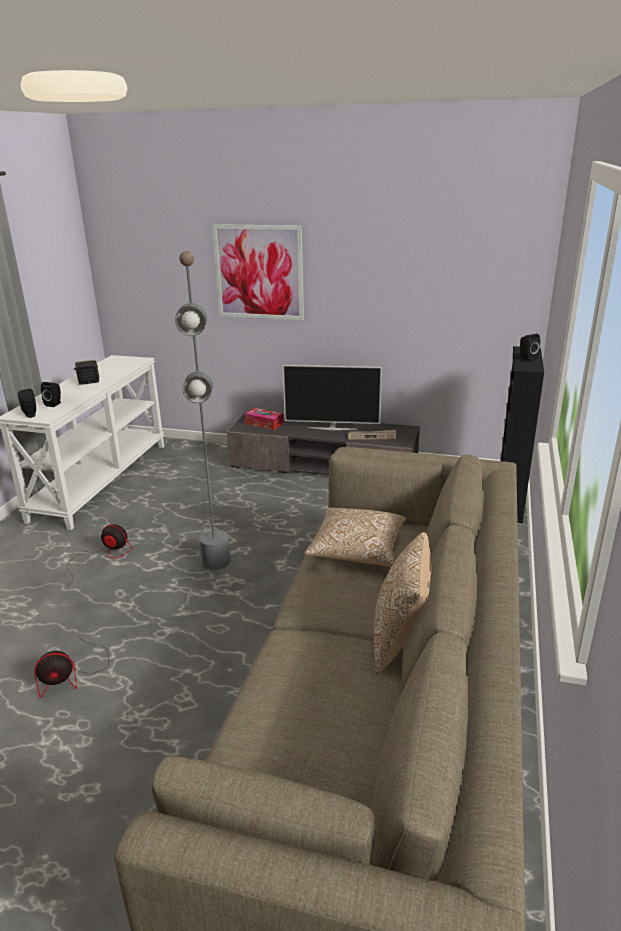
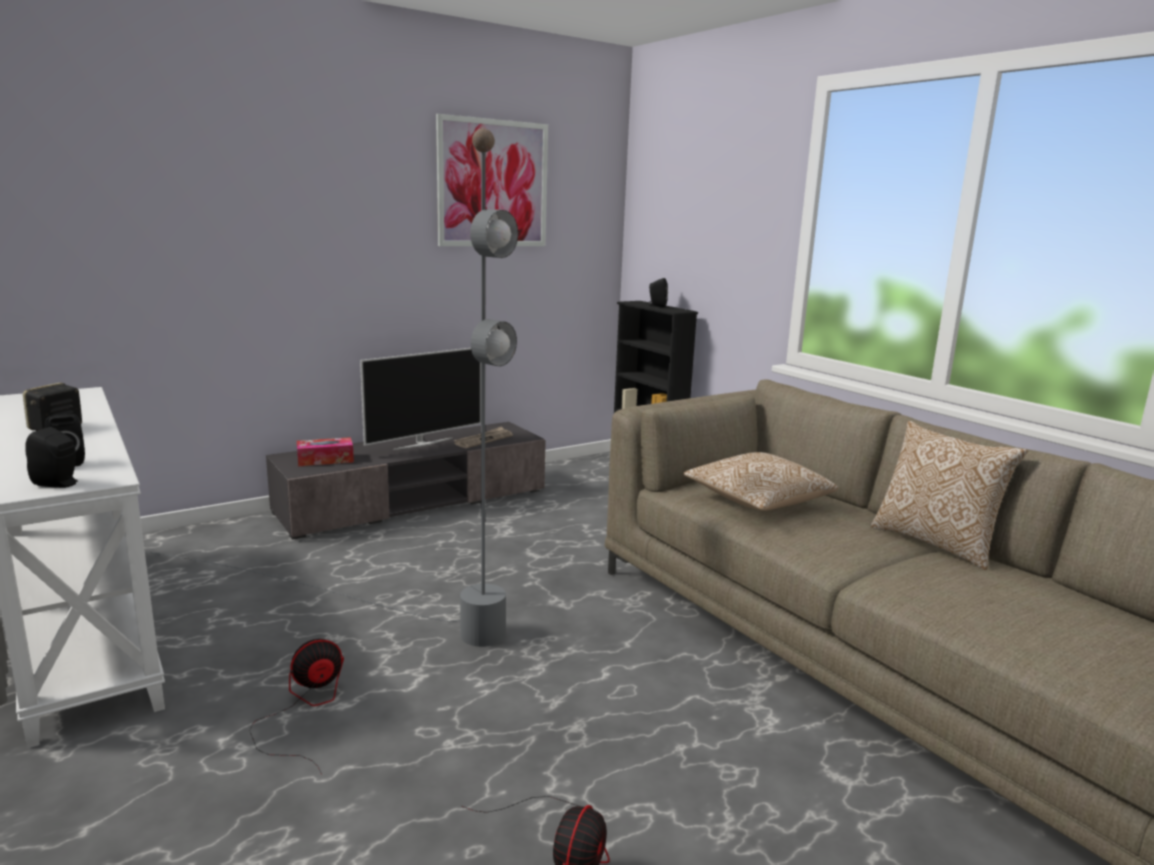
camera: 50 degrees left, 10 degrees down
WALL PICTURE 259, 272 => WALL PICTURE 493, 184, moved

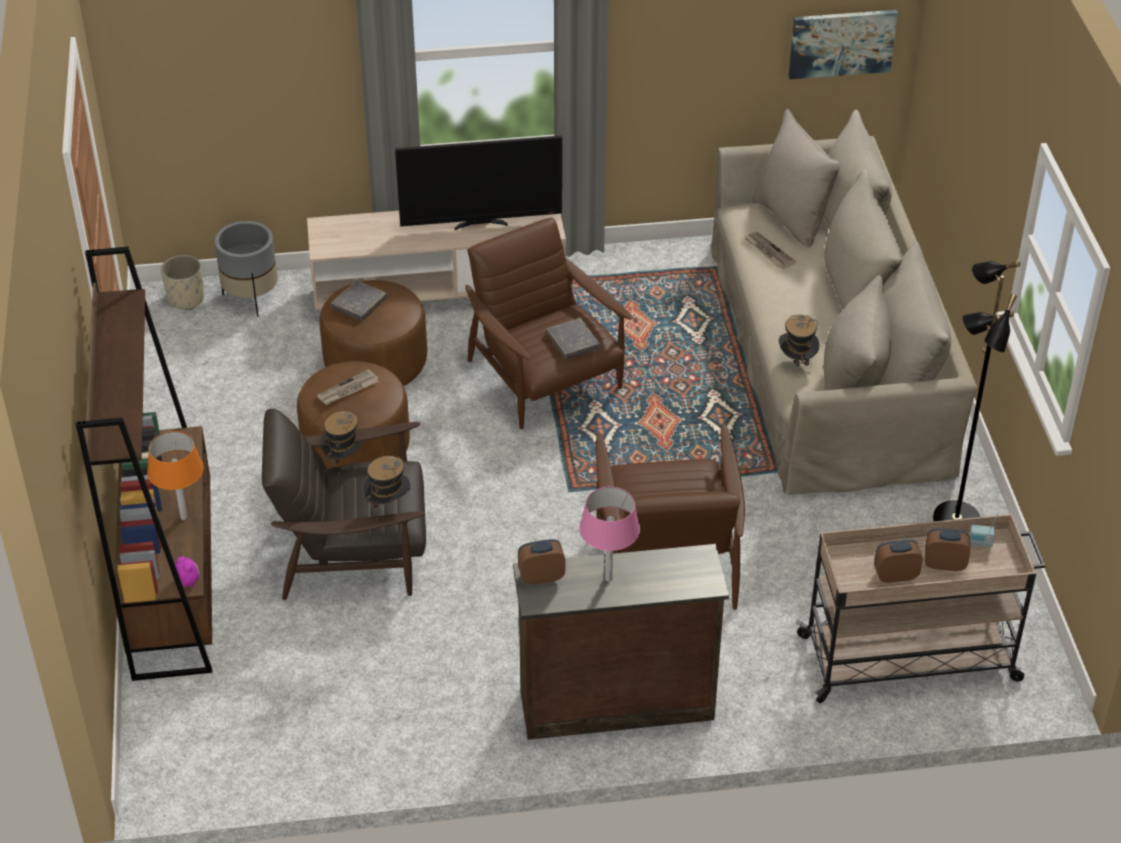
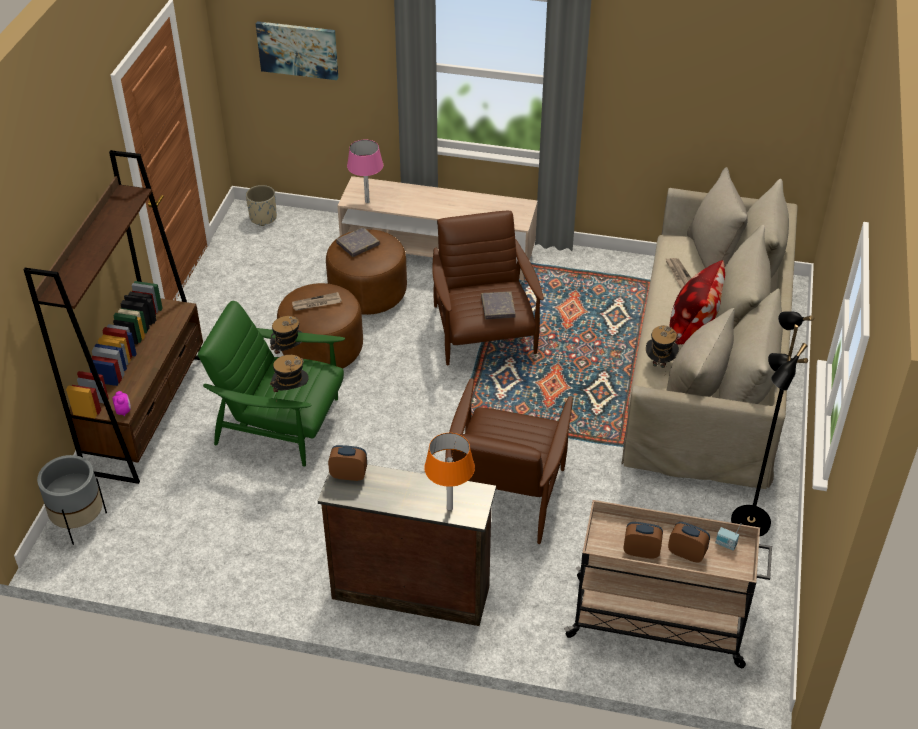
camera: 20 degrees right, 0 degrees up
ORANGE-COLOURED TABLETOP LAMP 183, 518 => ORANGE-COLOURED TABLETOP LAMP 449, 508, moved
GREY PLANTER 251, 298 => GREY PLANTER 79, 522, moved
BROWN-COLOURED ARMCHAIR 353, 551 => GREEN-COLOURED ARMCHAIR 281, 423
TV SET 481, 224 => nothing
PINK TABLETOP LAMP 608, 578 => PINK TABLETOP LAMP 367, 201, moved
WALL PICTURE 841, 43 => WALL PICTURE 298, 49, moved
nothing => PILLOW 694, 326

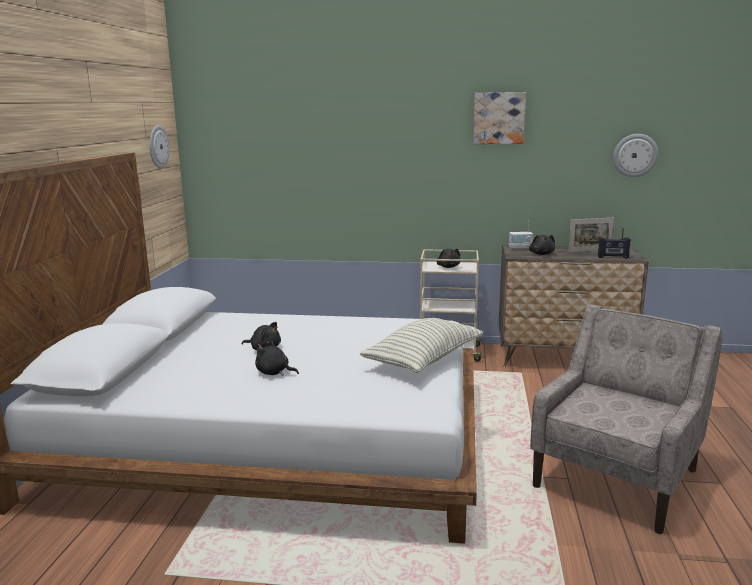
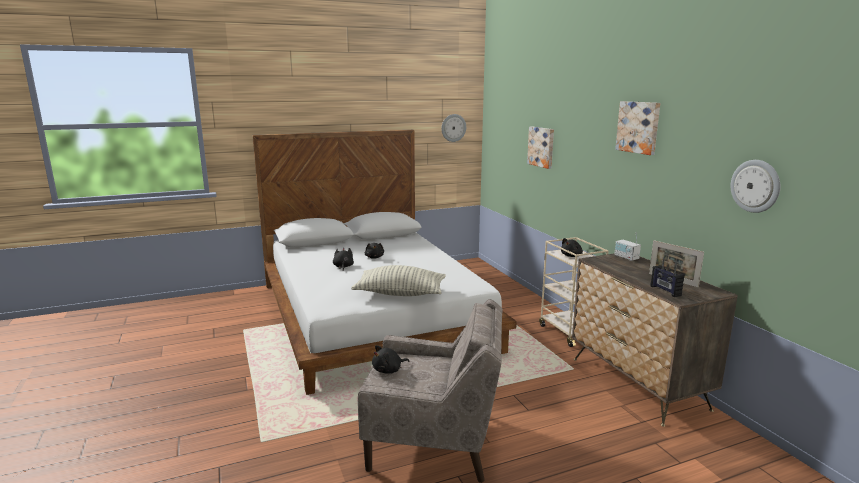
camera: 60 degrees right, 0 degrees up
BLACKISH SOFT TOY 541, 254 => BLACKISH SOFT TOY 389, 370, moved
nothing => WALL PICTURE 542, 147

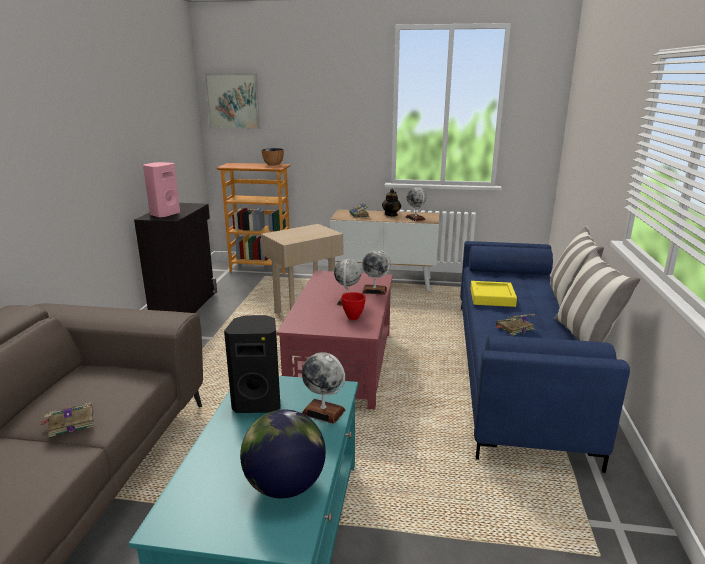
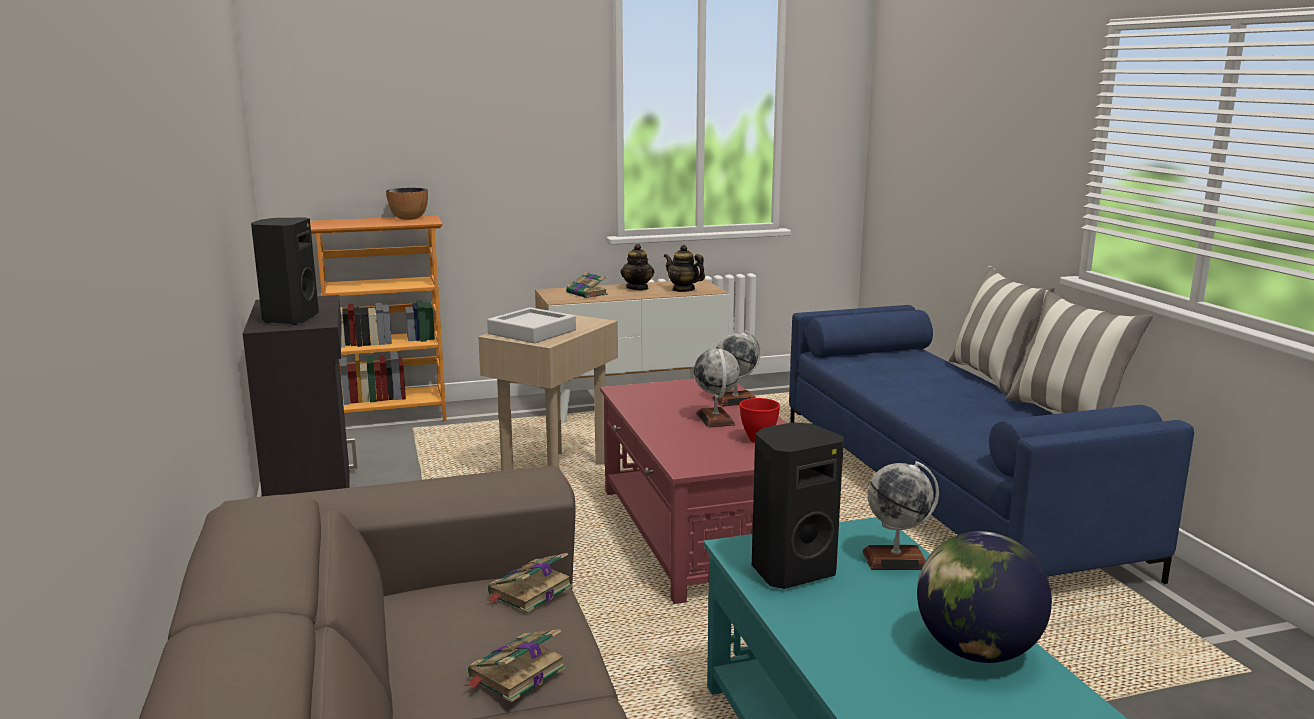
camera: 25 degrees left, 5 degrees down
PINK AUDIO SPEAKER 164, 214 => BLACKISH AUDIO SPEAKER 289, 319
WALL PICTURE 233, 101 => nothing
WORLD GLOBE 415, 218 => POT FOR TEA 683, 289
YELLOW SERVING TRAY 492, 298 => nothing
BOOK 514, 328 => BOOK 529, 592, moved
nothing => GREY SERVING TRAY 532, 332

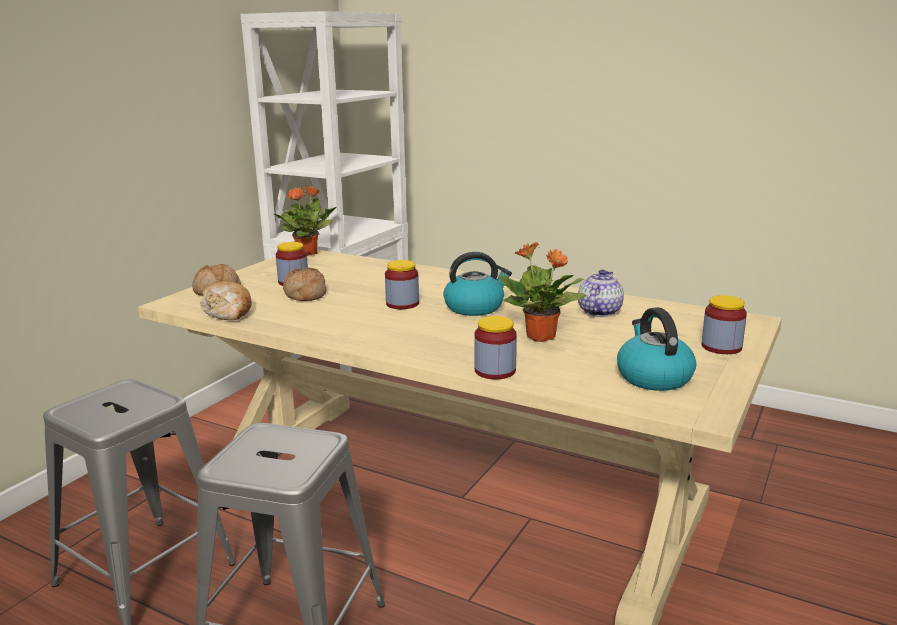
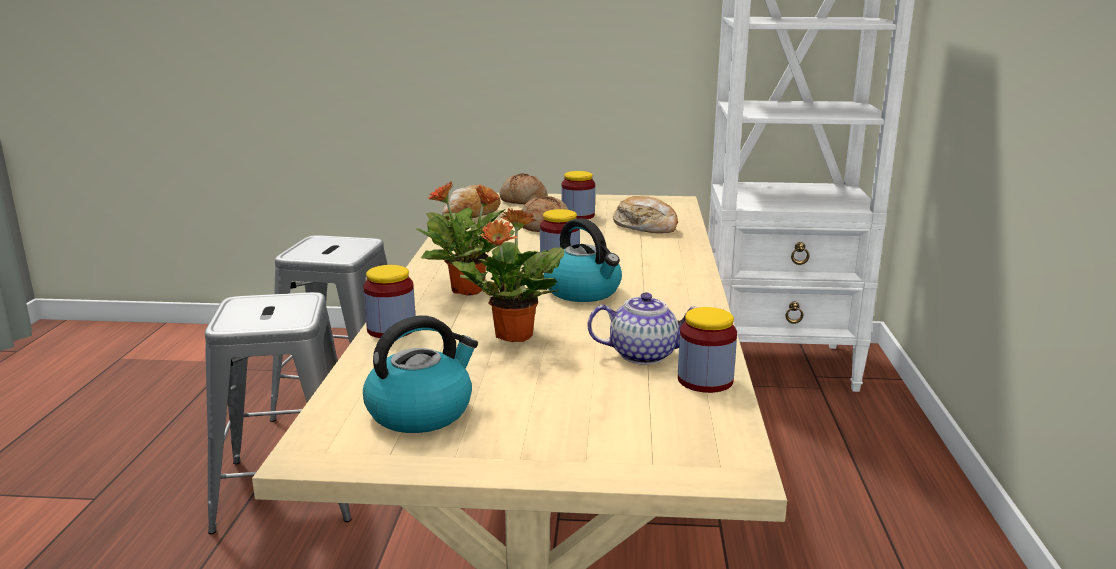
camera: 65 degrees right, 0 degrees up
HOUSEPLANT 308, 253 => HOUSEPLANT 469, 290, moved
STORAGE JAR 721, 347 => STORAGE JAR 705, 380, moved
nothing => BAKED BREAD 646, 227

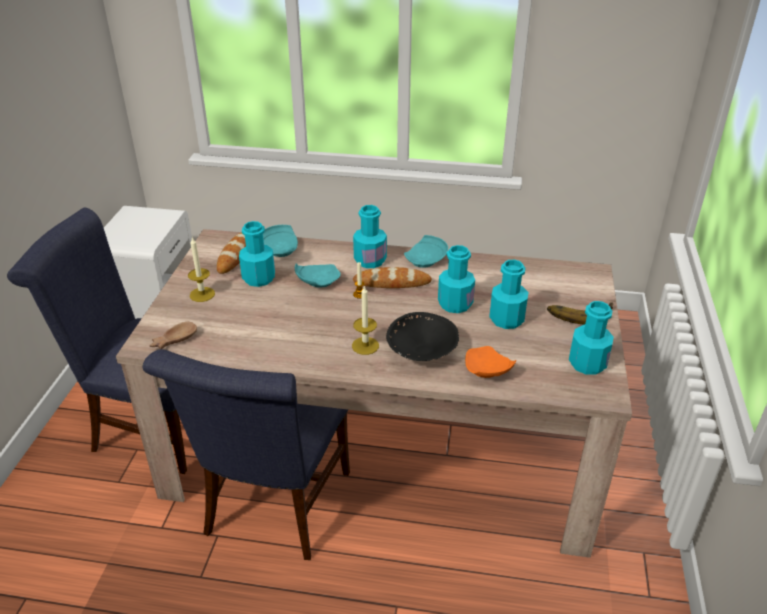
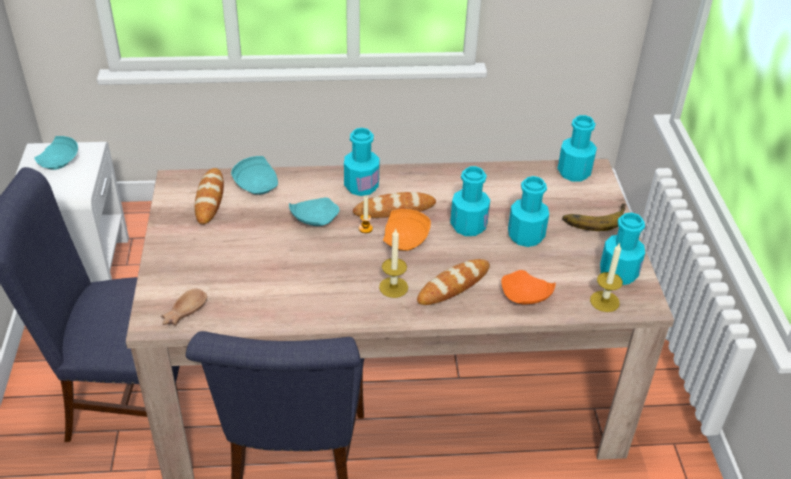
camera: 15 degrees left, 5 degrees up
CANDLE 202, 294 => CANDLE 604, 301, moved
BLUE-GREEN DRINK BOTTLE 259, 278 => BLUE-GREEN DRINK BOTTLE 574, 172, moved
BLACKISH DEEP DISH 421, 352 => BAKED BREAD 453, 285
BLUE-GREEN DINNER PLATE 426, 260 => BLUE-GREEN DINNER PLATE 59, 161, moved
nothing => ORANGE-COLOURED DINNER PLATE 406, 239

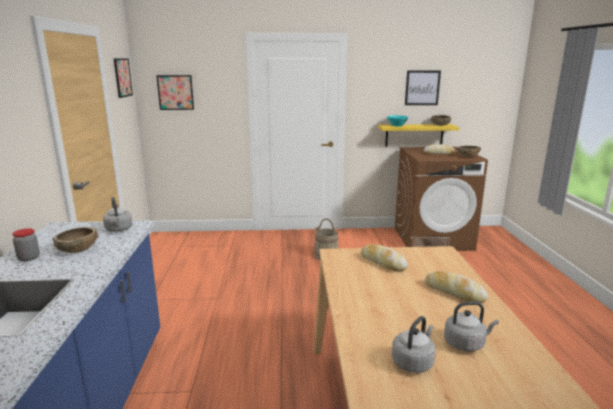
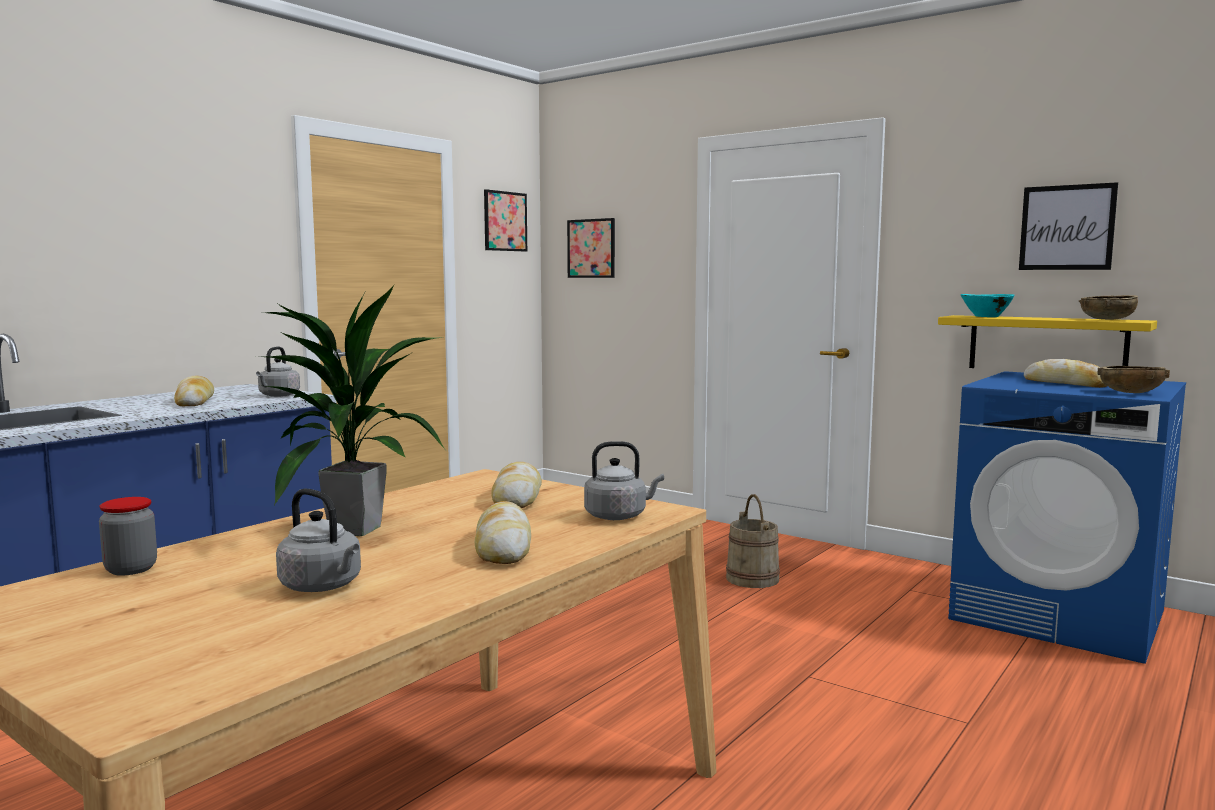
camera: 40 degrees right, 10 degrees down
STORAGE JAR 29, 258 => STORAGE JAR 131, 569, moved
BROWN-COLOURED DEEP DISH 78, 250 => BAKED BREAD 194, 401
GREY WATER KETTLE 413, 362 => GREY WATER KETTLE 618, 516, moved
BROWN-COLOURED WASHING MACHINE 433, 239 => BLUISH WASHING MACHINE 1059, 615
nothing => HOUSEPLANT 353, 529

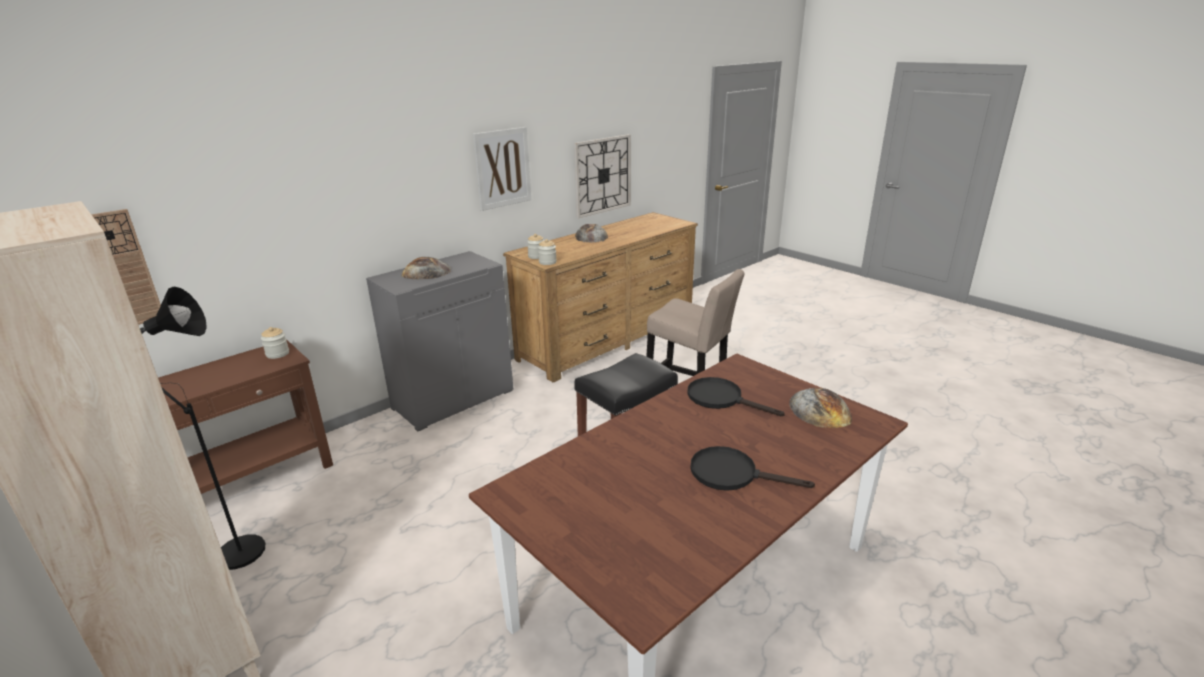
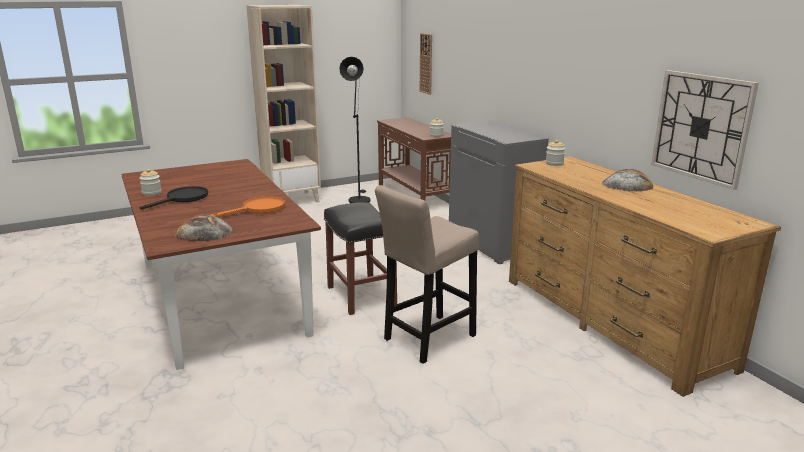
camera: 105 degrees right, 5 degrees down
BAKED BREAD 426, 272 => nothing
WALL PICTURE 502, 168 => nothing
STORAGE JAR 547, 262 => STORAGE JAR 152, 193, moved
BLACKISH FRYING PAN 721, 399 => ORANGE-COLOURED FRYING PAN 258, 209

